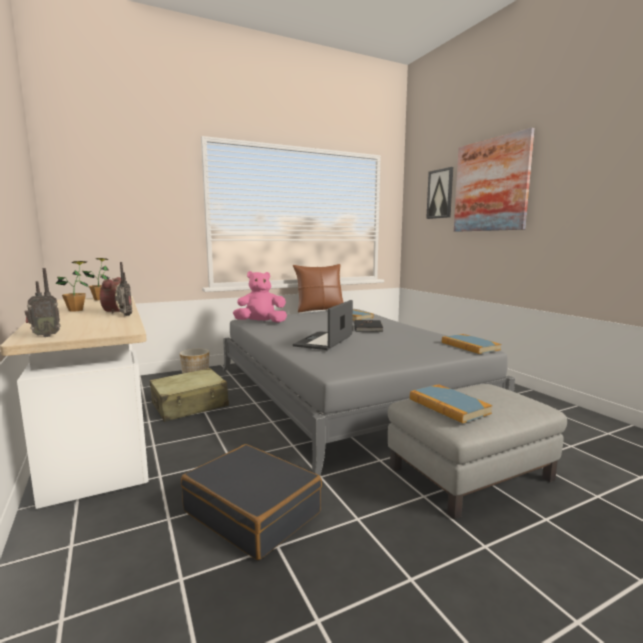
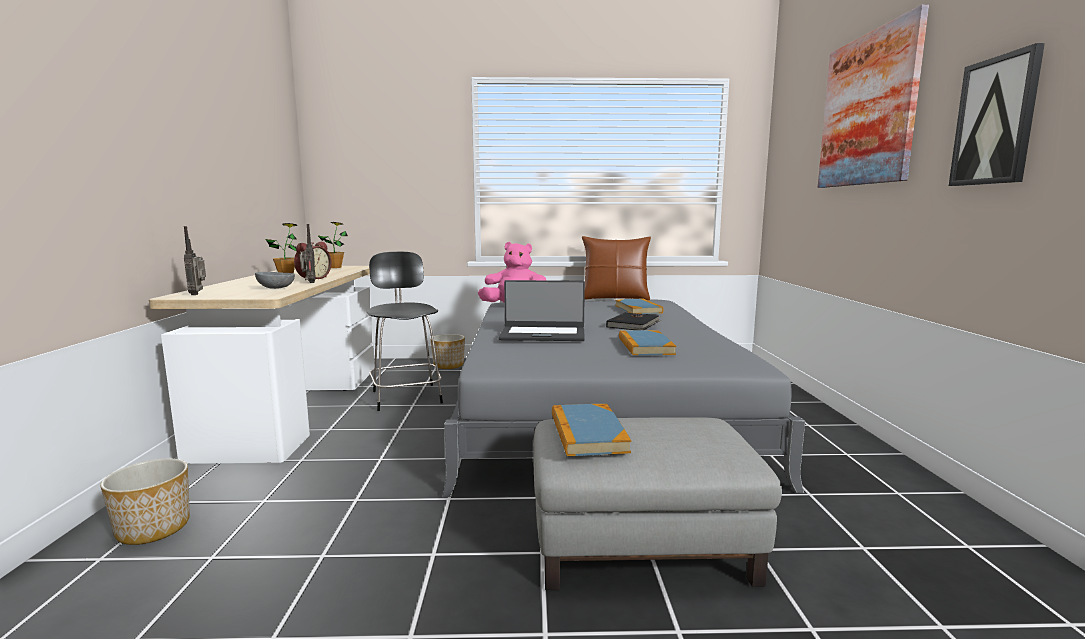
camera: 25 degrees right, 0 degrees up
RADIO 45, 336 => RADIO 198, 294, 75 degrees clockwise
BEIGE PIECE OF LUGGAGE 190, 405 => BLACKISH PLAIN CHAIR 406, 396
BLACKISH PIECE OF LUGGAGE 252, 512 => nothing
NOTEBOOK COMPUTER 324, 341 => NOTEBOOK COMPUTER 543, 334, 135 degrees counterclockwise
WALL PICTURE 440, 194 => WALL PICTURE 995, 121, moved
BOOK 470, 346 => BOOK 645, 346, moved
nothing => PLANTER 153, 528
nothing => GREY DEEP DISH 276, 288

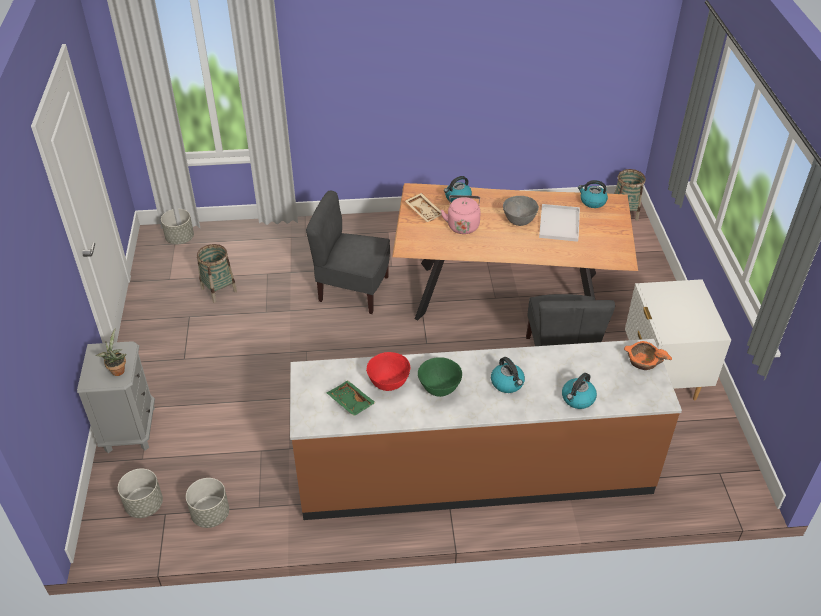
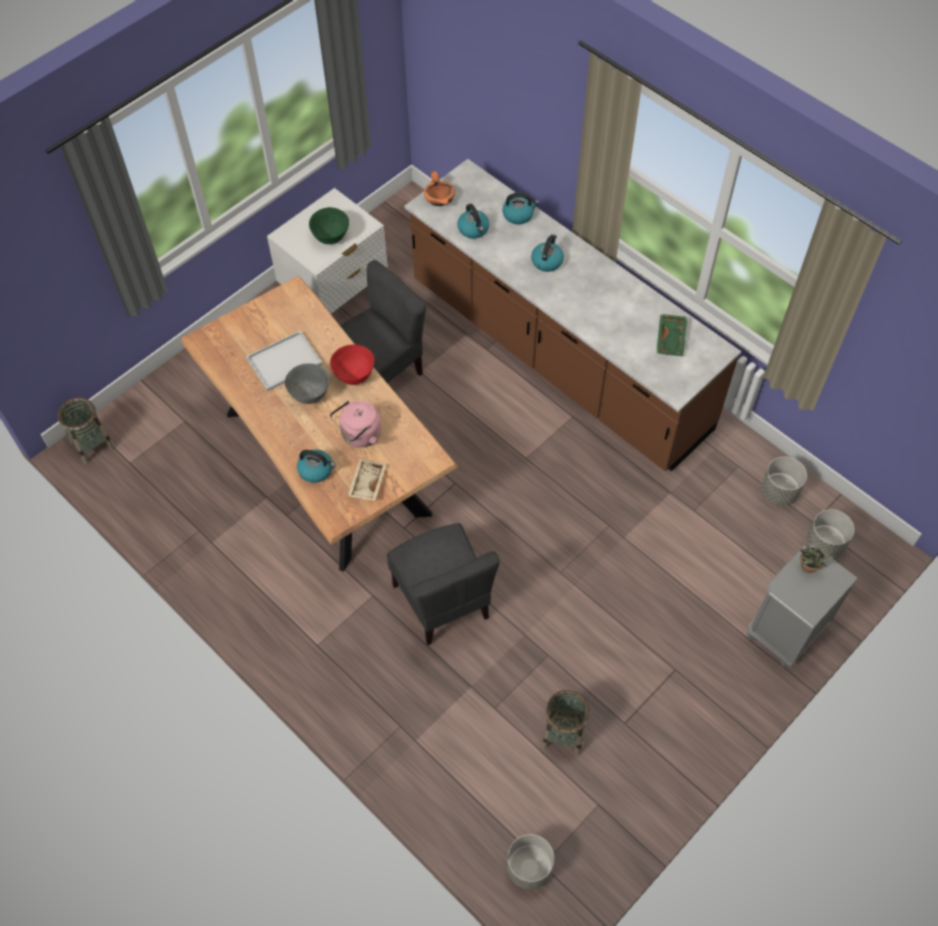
camera: 130 degrees left, 15 degrees up
RED-COLOURED DEEP DISH 388, 383 => RED-COLOURED DEEP DISH 354, 376, moved
GREEN-COLOURED DEEP DISH 439, 389 => GREEN-COLOURED DEEP DISH 330, 237, moved
WATER KETTLE 592, 201 => WATER KETTLE 473, 229, moved

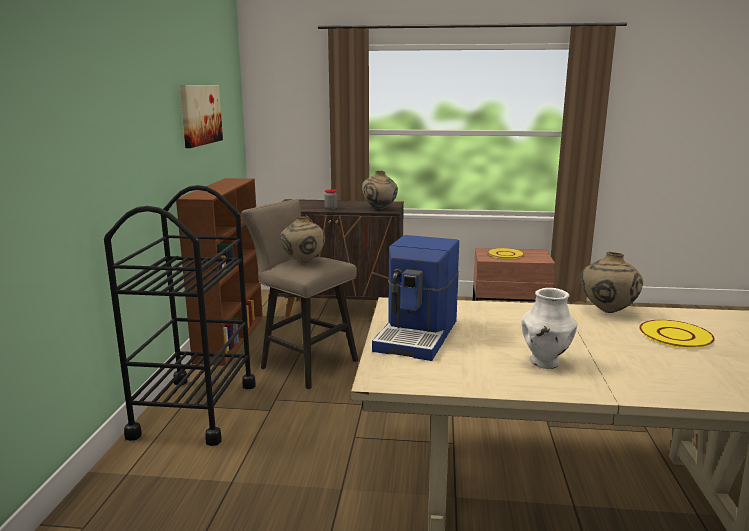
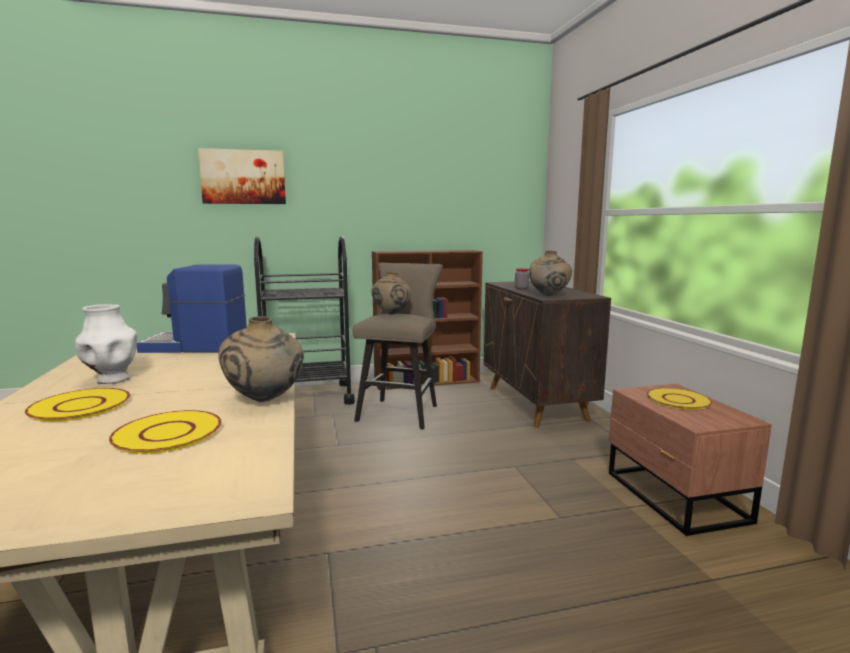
camera: 70 degrees right, 5 degrees down
WALL PICTURE 200, 114 => WALL PICTURE 243, 177, moved
nothing => YELLOW DINNER PLATE 79, 406

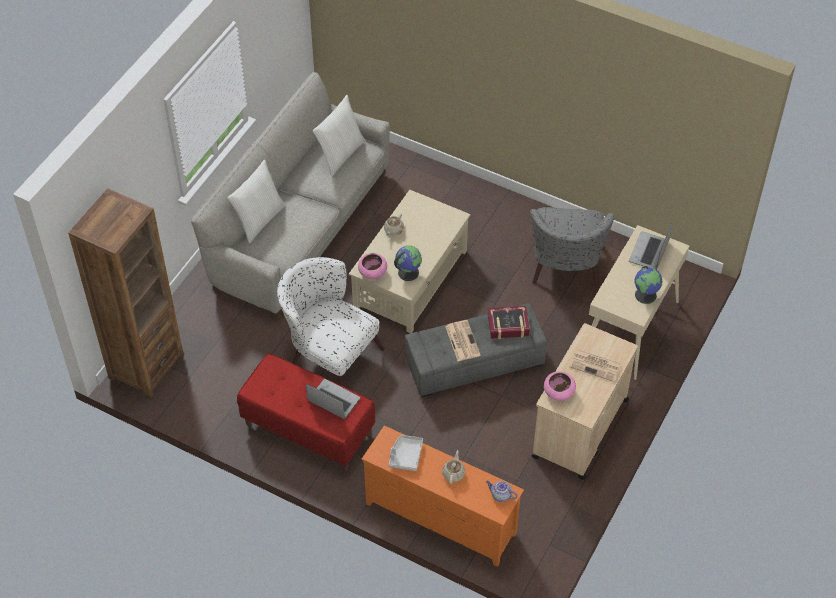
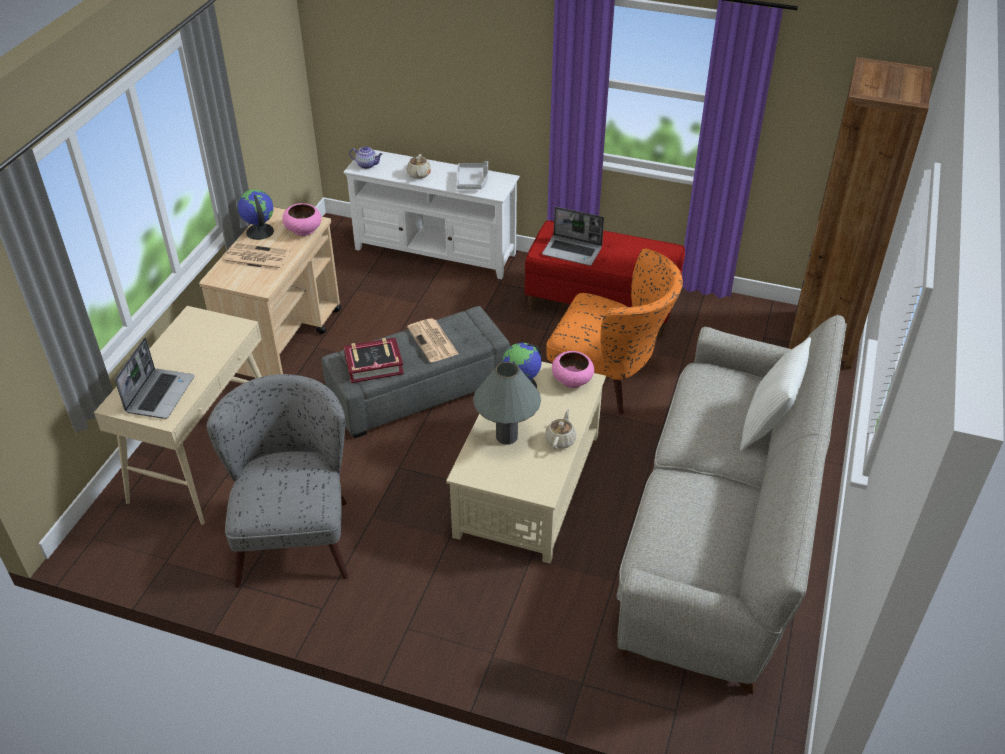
camera: 170 degrees right, 10 degrees down
WHITE-COLOURED ARMCHAIR 329, 354 => ORANGE-COLOURED ARMCHAIR 608, 379
WHITE-COLOURED PILLOW 340, 154 => nothing
ORANGE-COLOURED MEDIA CONSOLE 440, 519 => WHITE-COLOURED MEDIA CONSOLE 435, 252
WORLD GLOBE 646, 295 => WORLD GLOBE 259, 232, moved
nothing => GREY TABLETOP LAMP 507, 436

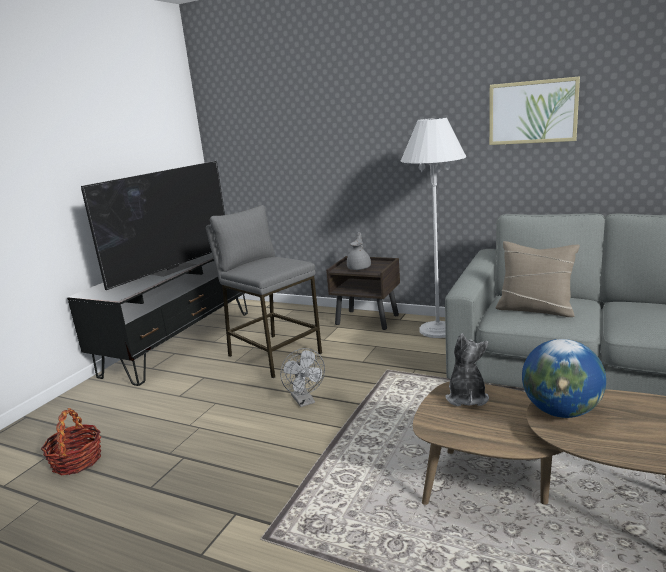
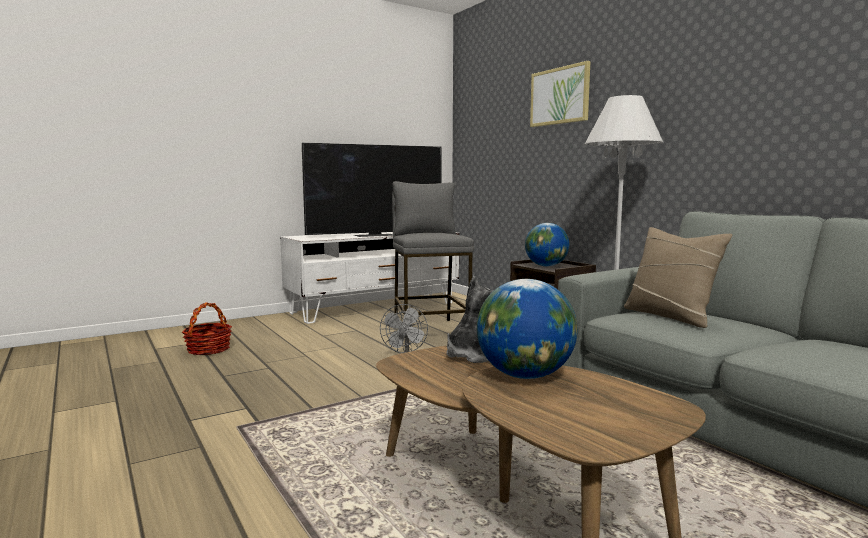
camera: 30 degrees right, 10 degrees down
BLACKISH MEDIA CONSOLE 181, 342 => WHITE-COLOURED MEDIA CONSOLE 375, 308
GREY POT FOR TEA 359, 268 => WORLD GLOBE 546, 266
WALL PICTURE 532, 112 => WALL PICTURE 560, 96, moved

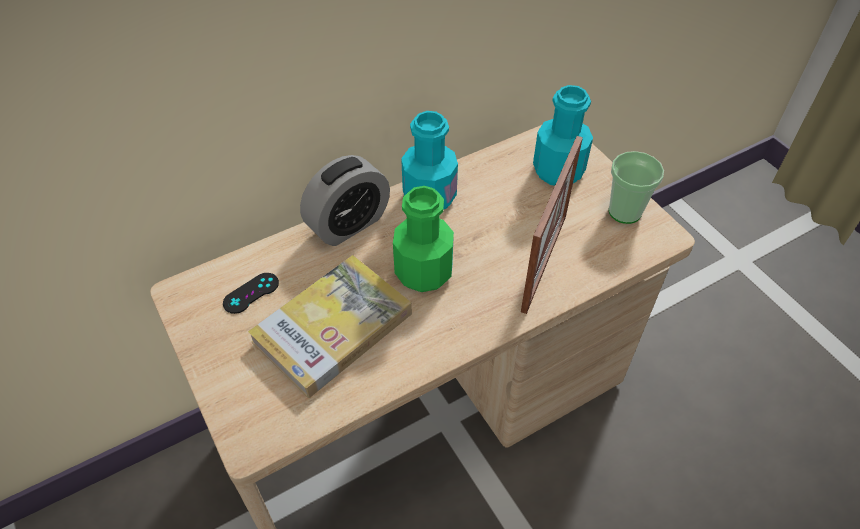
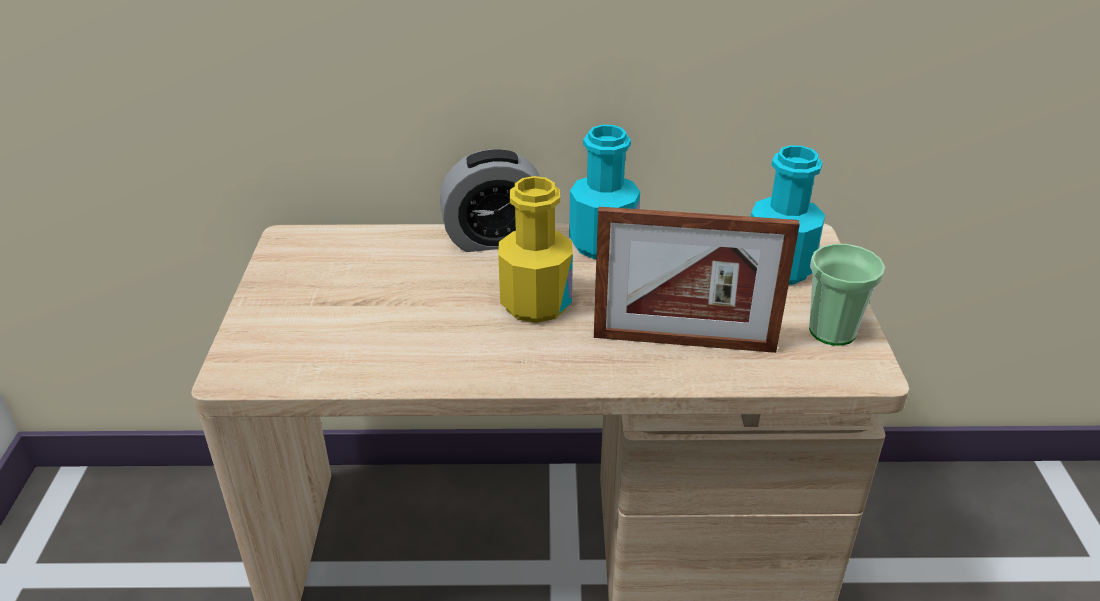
camera: 30 degrees right, 15 degrees down
BLACKISH GAME CONTROLLER 251, 293 => nothing
BOOK 333, 327 => nothing
GREEN-COLOURED DRINK BOTTLE 423, 272 => YELLOW DRINK BOTTLE 536, 303
PICTURE FRAME 544, 262 => PICTURE FRAME 684, 342, 45 degrees clockwise

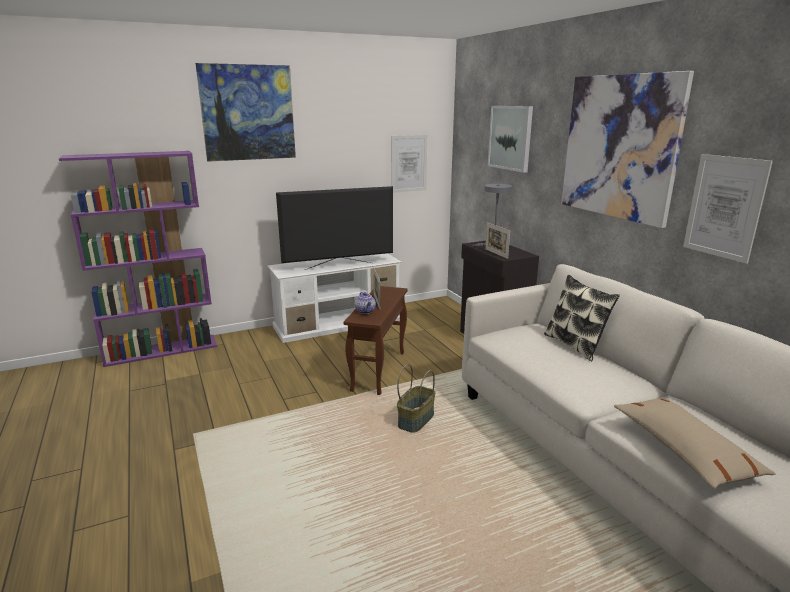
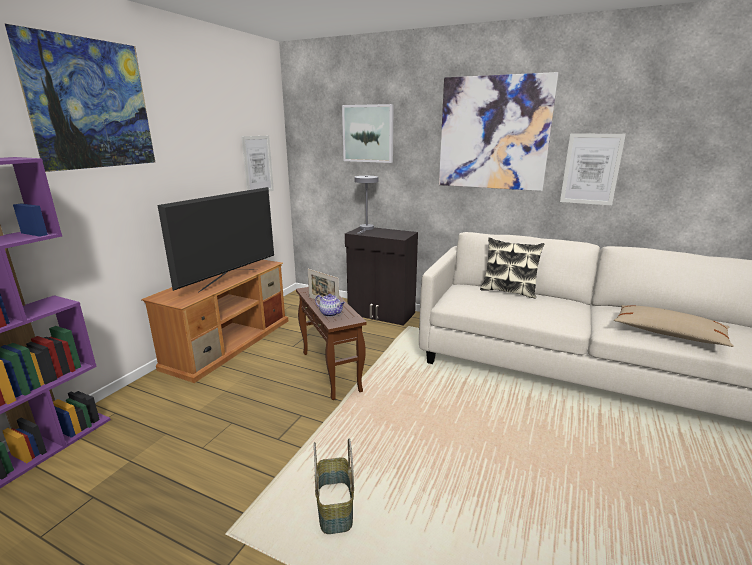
camera: 40 degrees left, 0 degrees up
WHITE-COLOURED MEDIA CONSOLE 338, 323 => BROWN-COLOURED MEDIA CONSOLE 230, 342
BASKET 415, 420 => BASKET 334, 507, moved
PICTURE FRAME 496, 253 => nothing

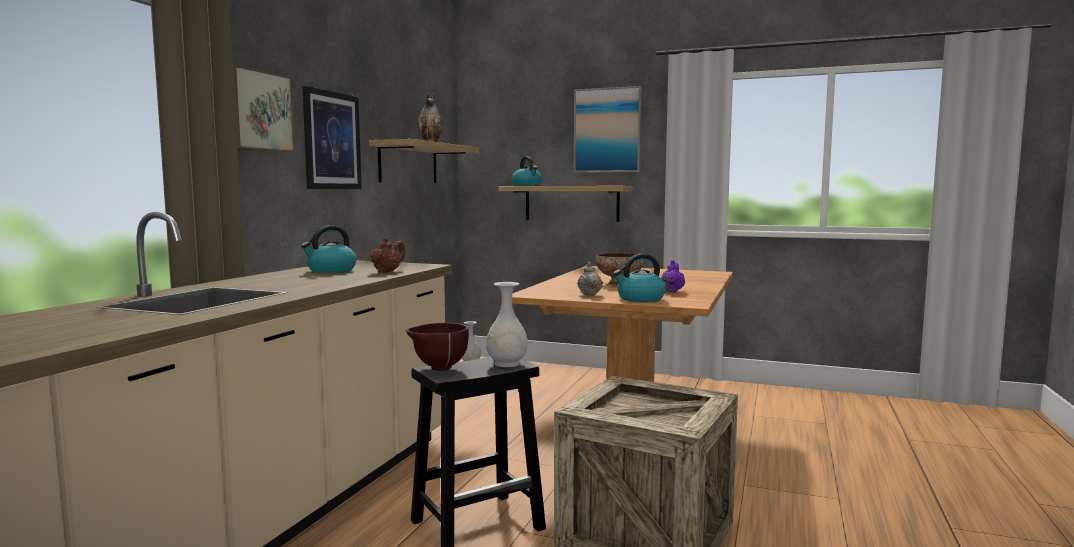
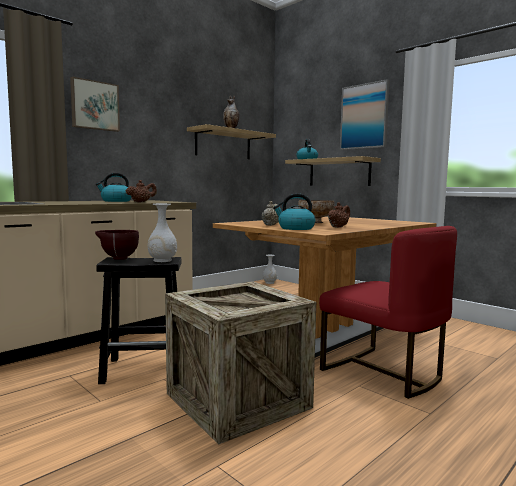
camera: 25 degrees right, 0 degrees up
WALL PICTURE 332, 141 => nothing
PURPLE POT FOR TEA 672, 291 => BROWN-COLOURED POT FOR TEA 338, 227
nothing => RED-COLOURED PLAIN CHAIR 384, 373

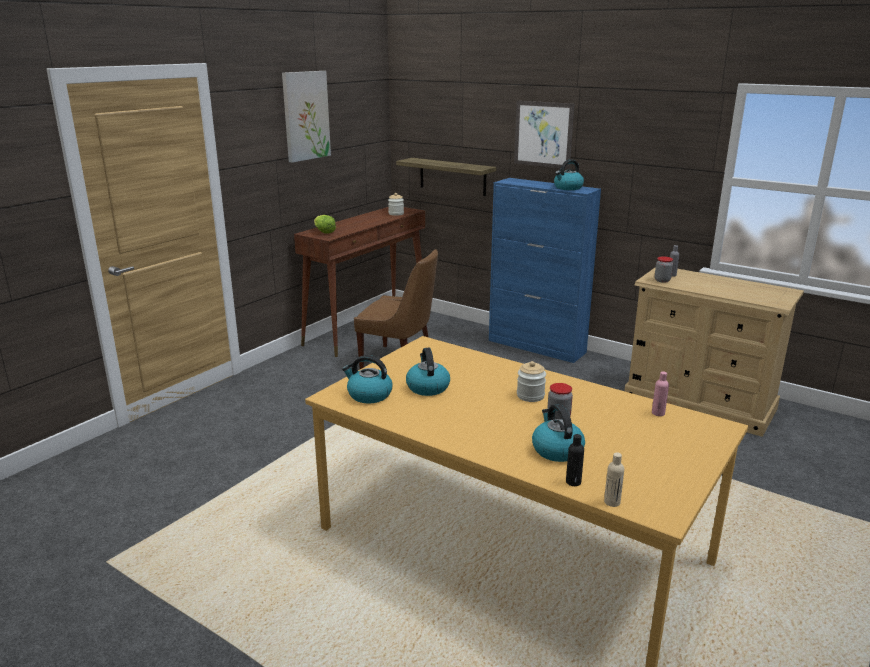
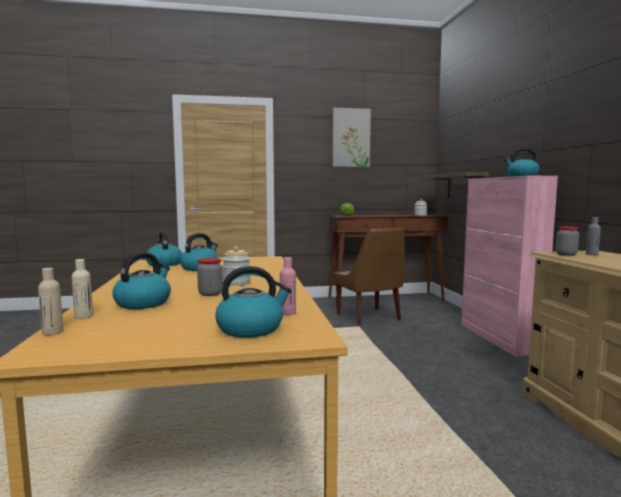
camera: 45 degrees right, 15 degrees down
BLUISH STORAGE CABINET 537, 346 => PINK STORAGE CABINET 498, 338
WALL PICTURE 543, 134 => nothing
BLACKISH DRINK BOTTLE 573, 482 => BEIGE DRINK BOTTLE 84, 316
nothing => WATER KETTLE 251, 328

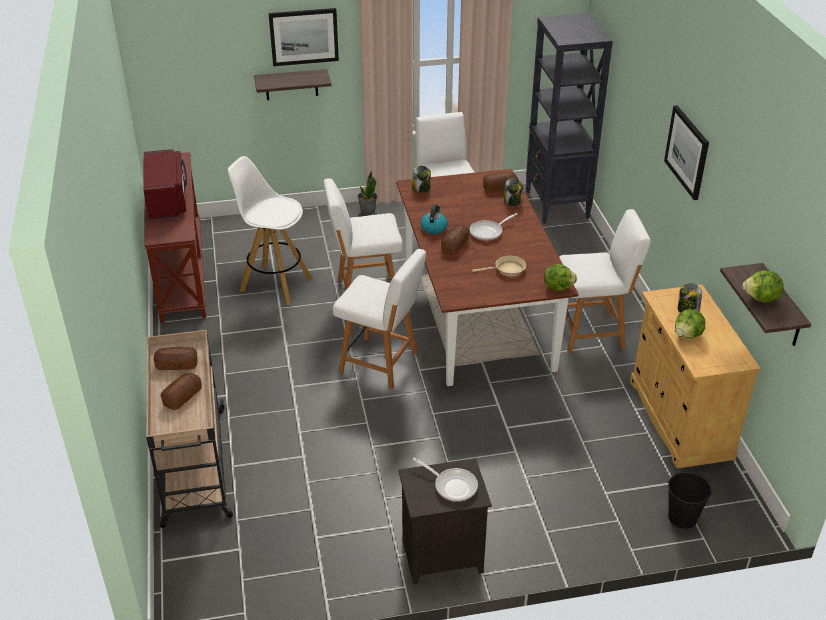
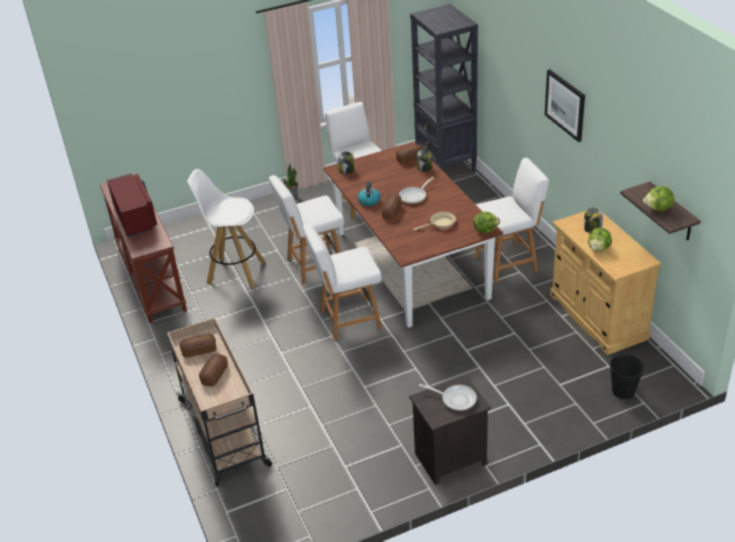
camera: 10 degrees left, 0 degrees up
BRACKET SHELF 291, 84 => nothing
WALL PICTURE 304, 36 => nothing
WHITE-COLOURED PLAIN CHAIR 381, 363 => WHITE-COLOURED PLAIN CHAIR 348, 320, 150 degrees clockwise

